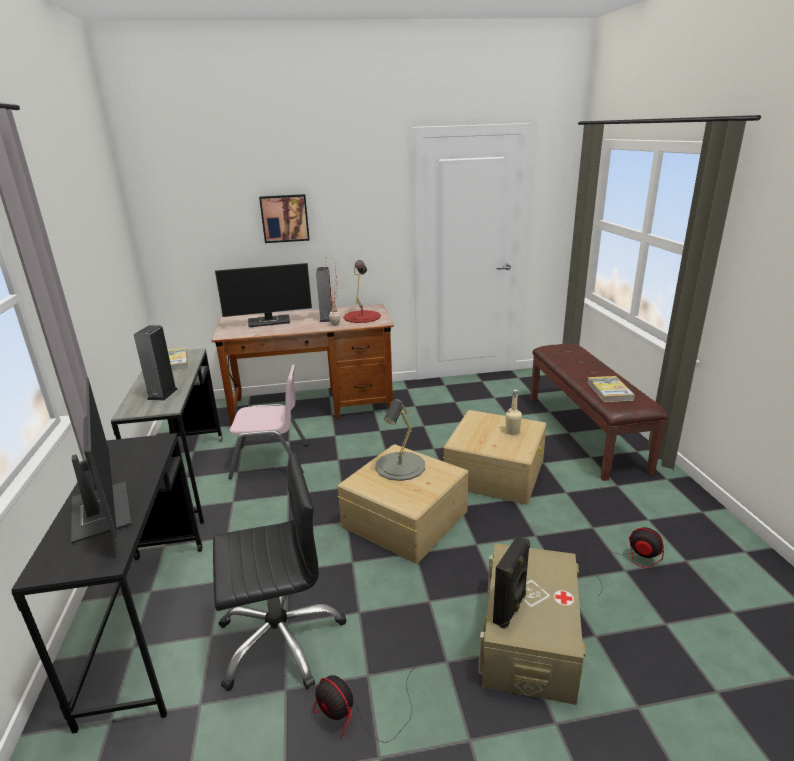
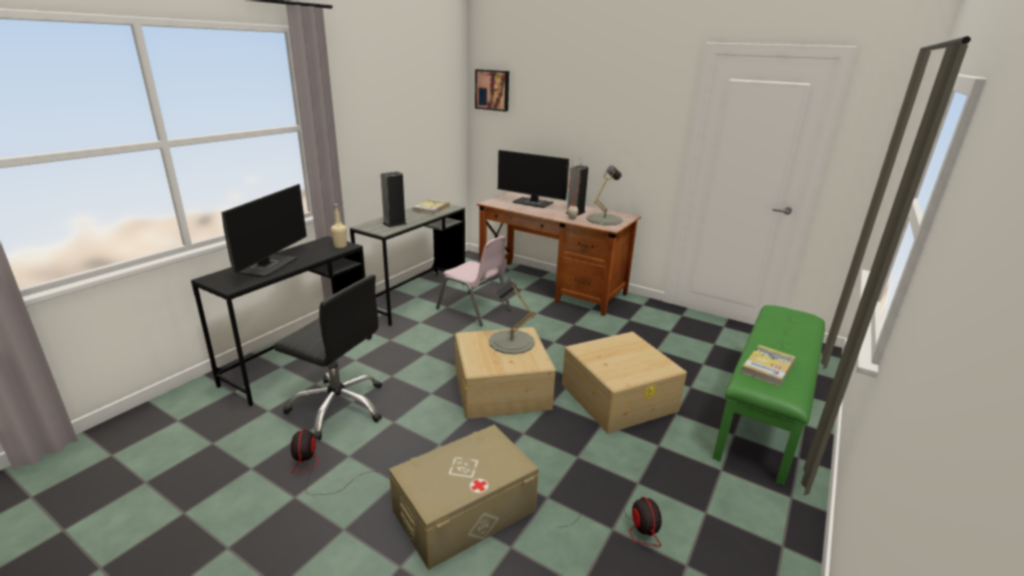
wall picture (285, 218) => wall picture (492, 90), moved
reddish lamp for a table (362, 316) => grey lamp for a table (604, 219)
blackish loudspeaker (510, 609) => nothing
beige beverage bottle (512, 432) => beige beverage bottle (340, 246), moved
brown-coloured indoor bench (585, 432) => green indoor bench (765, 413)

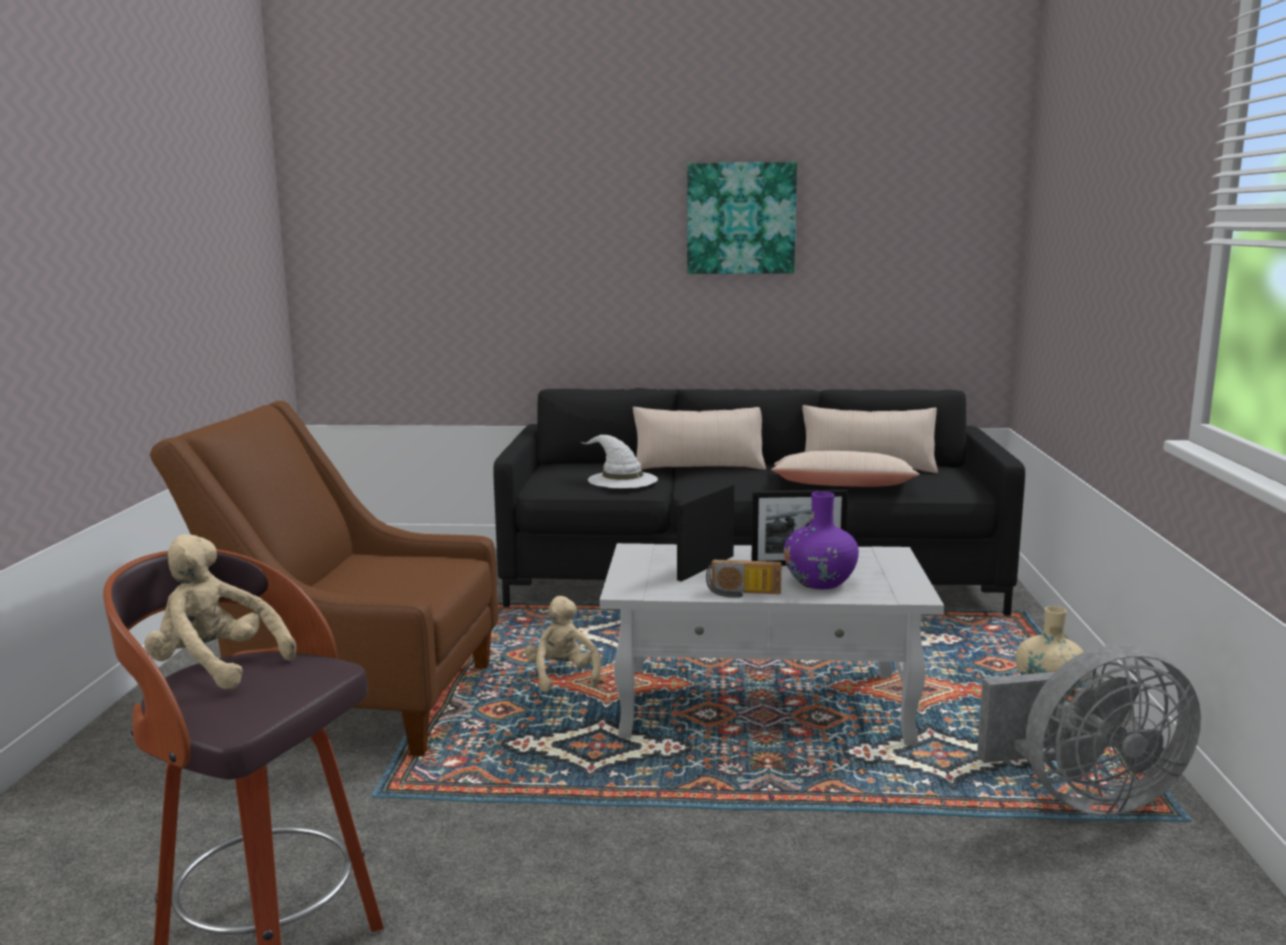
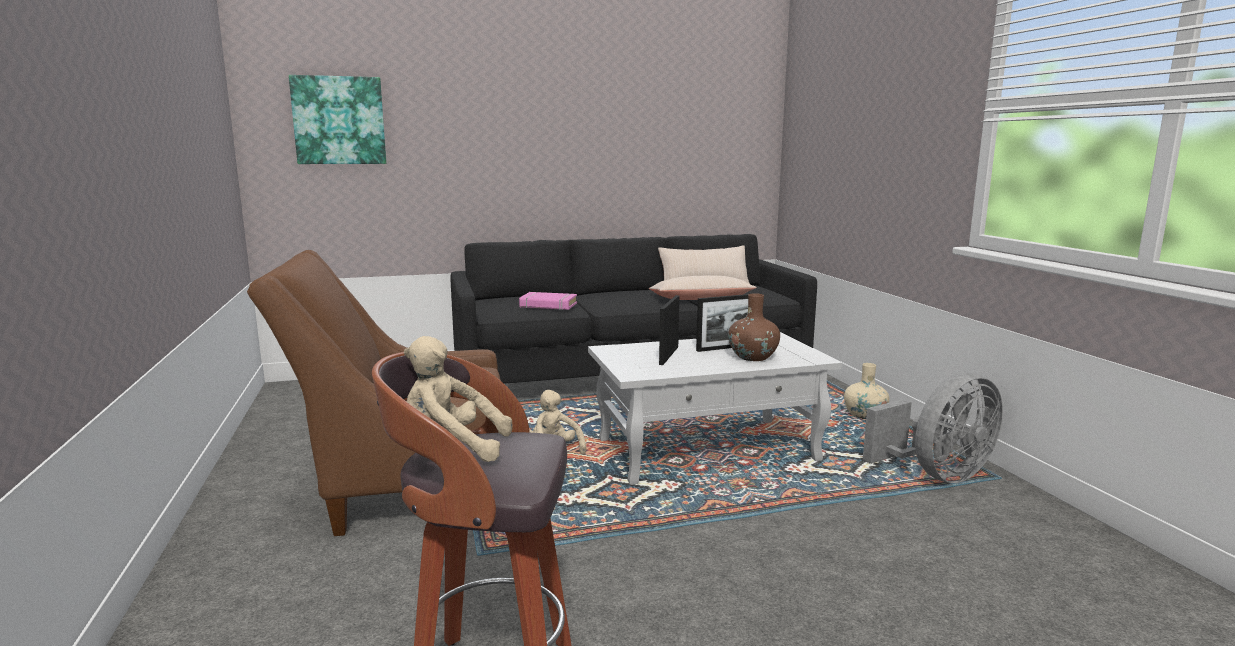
whitish wearable hat (621, 479) => pinkish volume (548, 305)
beige throw pillow (698, 467) => nothing
wall picture (741, 218) => wall picture (339, 120), moved
radio receiver (743, 593) => nothing
purple-coloured vase (820, 582) => brown-coloured vase (753, 357)

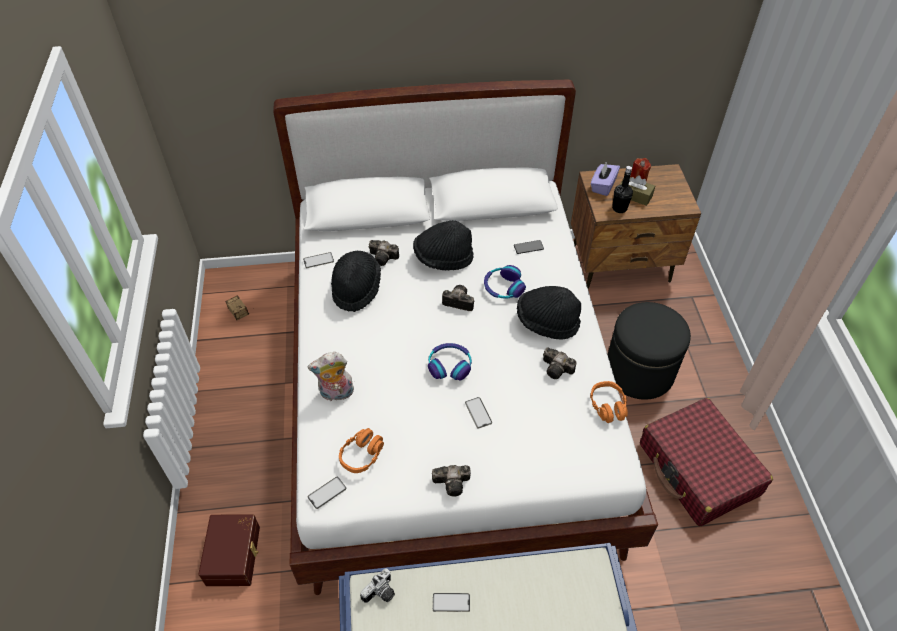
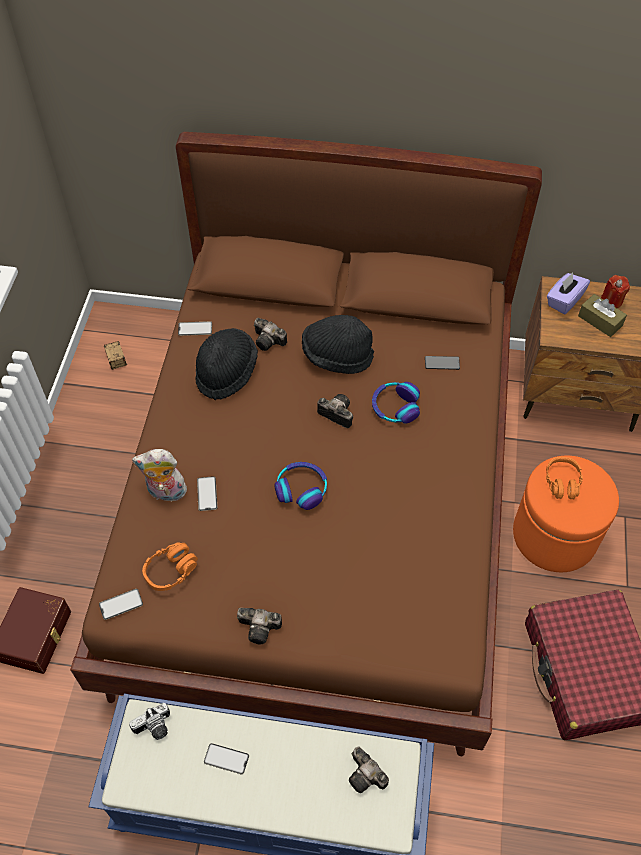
whitish bedroom bed (449, 393) => brown-coloured bedroom bed (321, 509)
handset (478, 412) => handset (207, 493), moved
blackish wearable hat (547, 322) => nothing
photo camera (558, 369) => photo camera (367, 776), moved
orange headset (608, 406) => orange headset (562, 482), moved
blackish ottoman (639, 371) => orange ottoman (554, 535)
blackish beverage bottle (619, 208) => nothing

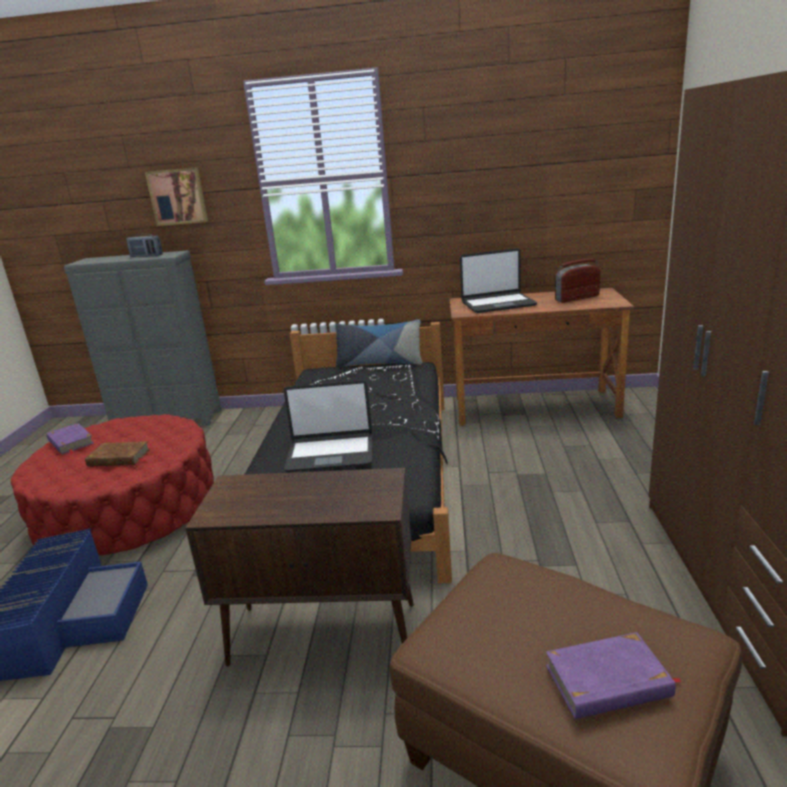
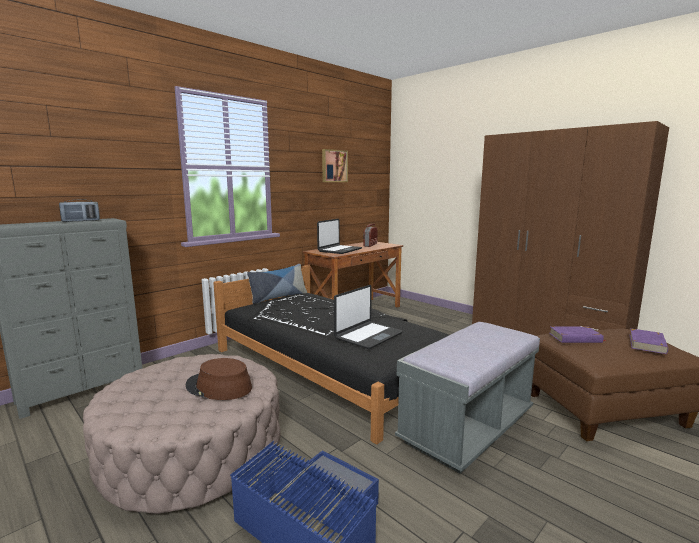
reddish ottoman (128, 509) => beige ottoman (192, 450)
purple-coloured volume (70, 442) => purple-coloured volume (575, 338), moved
brown-coloured volume (119, 458) => brown-coloured wearable hat (218, 387)
wall picture (178, 196) => wall picture (334, 166), moved
brown-coloured cupboard (326, 634) => grey indoor bench (467, 428)

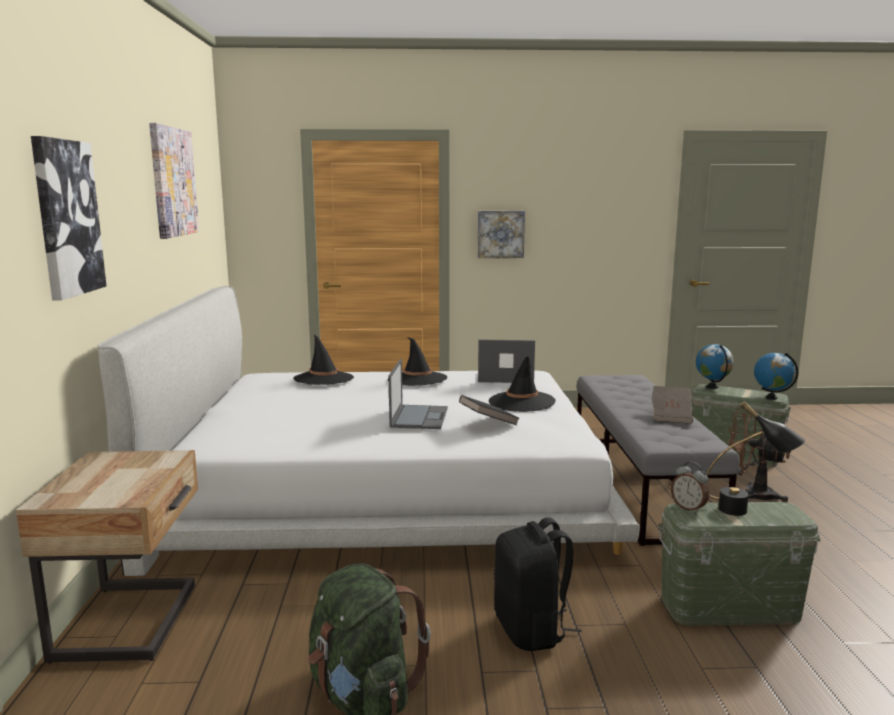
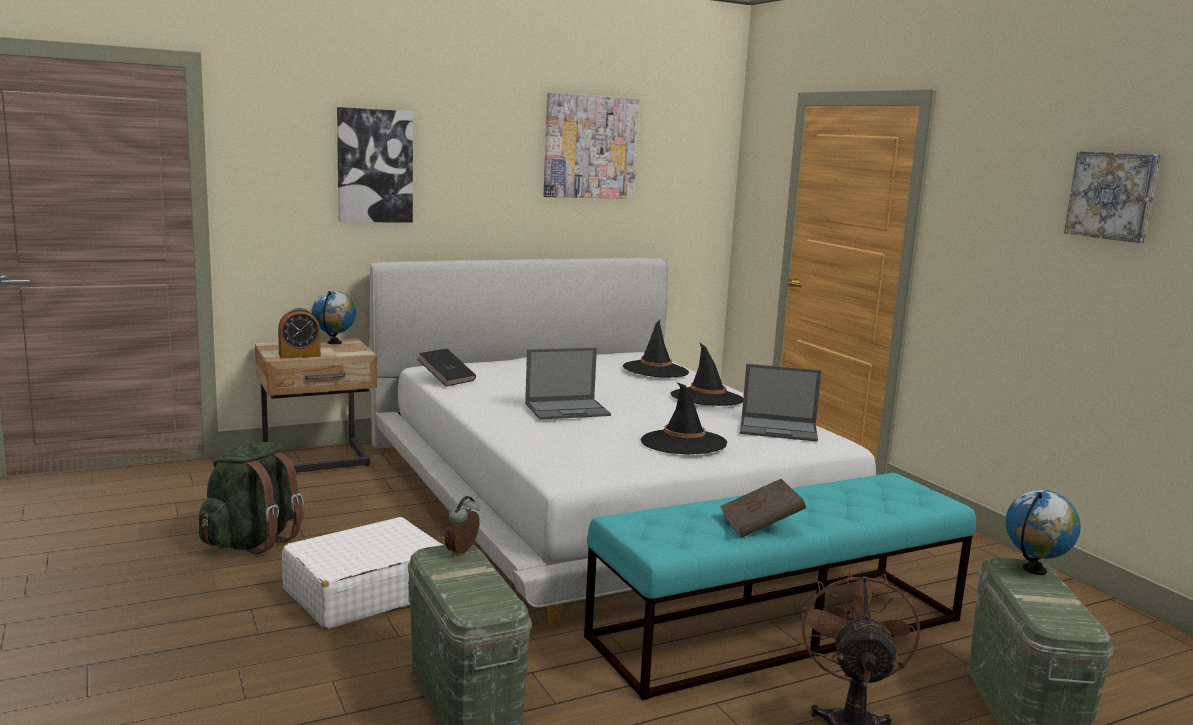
blackish volume (488, 423) => blackish volume (446, 379), moved
wall picture (500, 234) => wall picture (1113, 195), moved
portable computer (505, 377) => portable computer (779, 429), 120 degrees clockwise
blackish knapsack (531, 630) => whitish piece of luggage (365, 591)
grey indoor bench (639, 484) => blue-green indoor bench (779, 628)
blackish lamp for a table (747, 512) => nothing
desk globe (771, 398) => desk globe (334, 343), moved
nothing => alarm clock (299, 355)

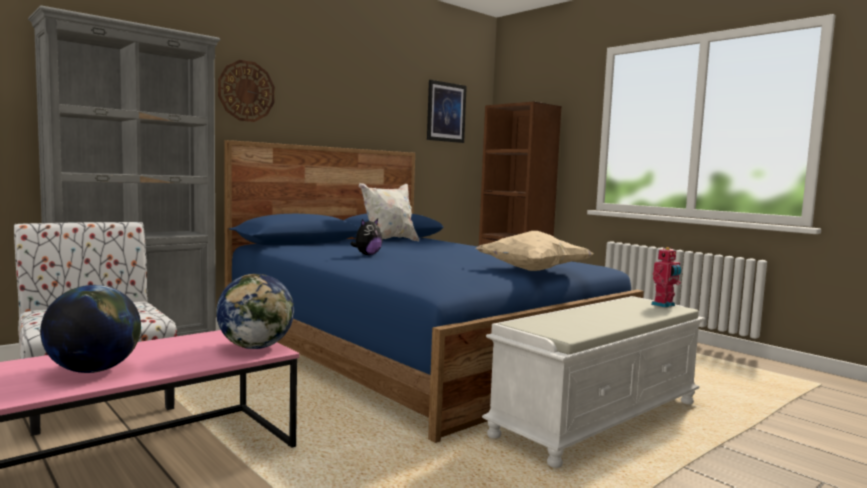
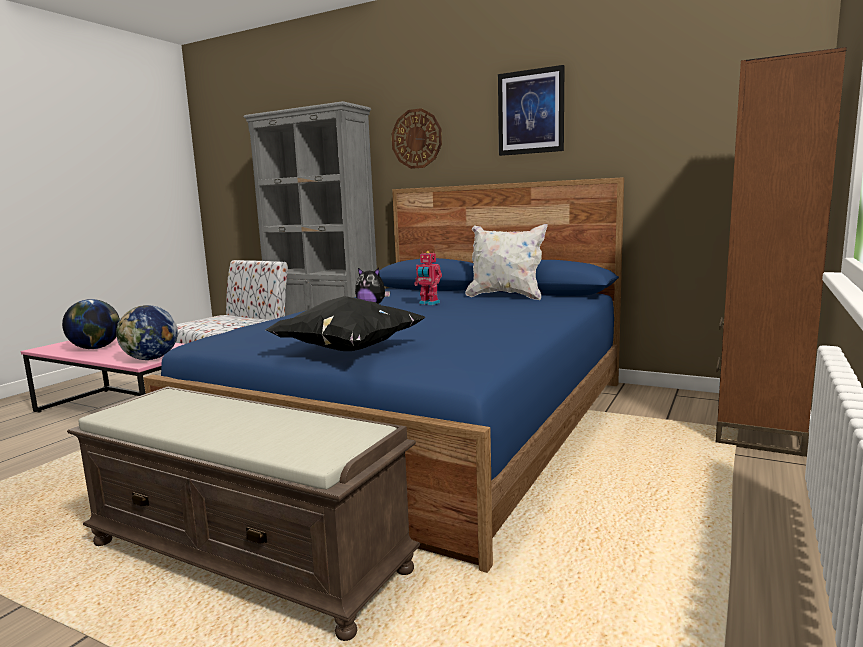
wall picture (446, 112) => wall picture (531, 112), moved
beige throw pillow (532, 270) => blackish throw pillow (347, 350)
whitish indoor bench (597, 418) => brown-coloured indoor bench (249, 556)
model robot (664, 305) => model robot (428, 303), moved

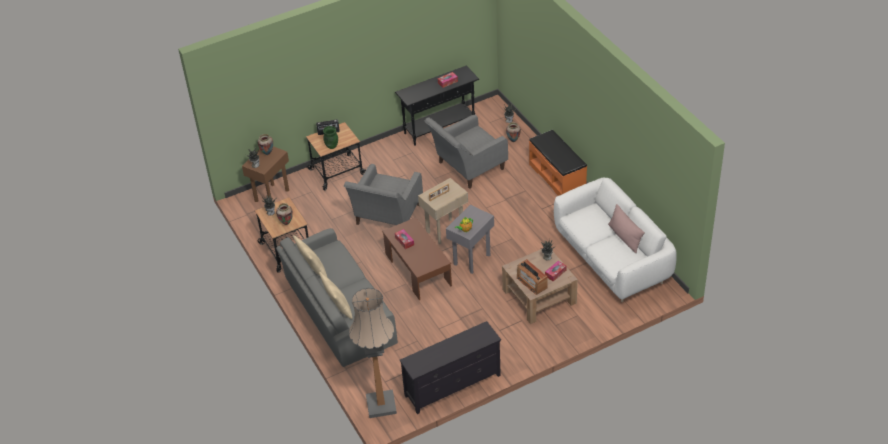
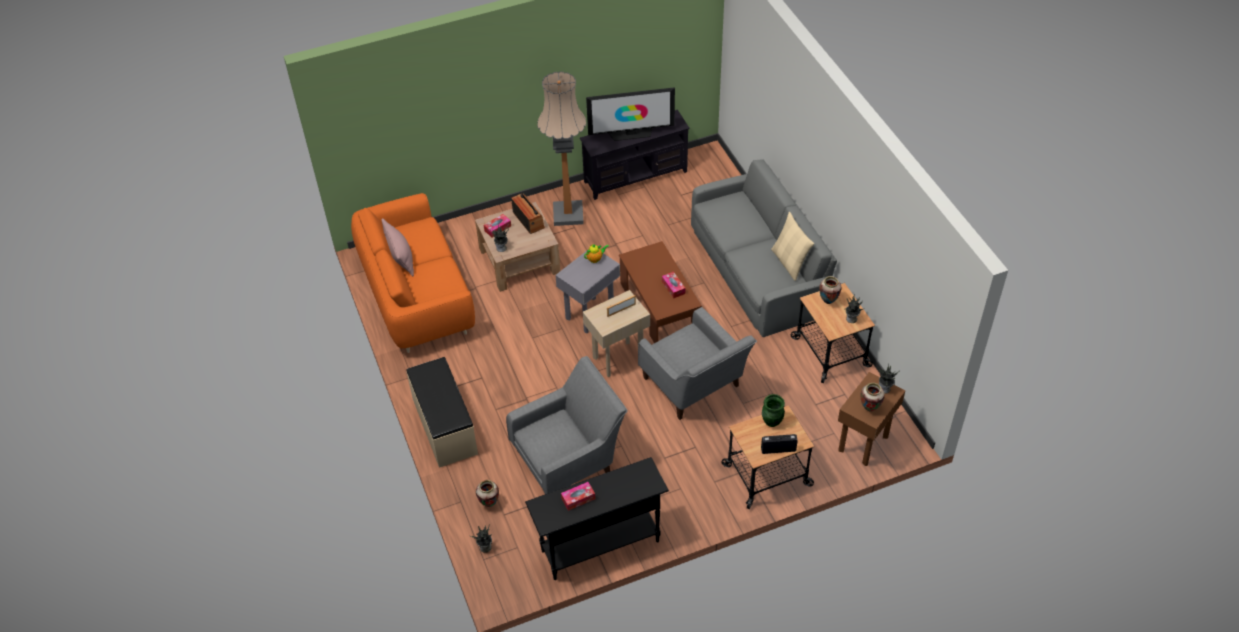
beige throw pillow (338, 308) => nothing
grey easy chair (387, 218) => grey easy chair (694, 387), 120 degrees clockwise
standing lamp (381, 405) => standing lamp (568, 214), moved
orange indoor bench (557, 177) => beige indoor bench (444, 426)
whitish couch (612, 259) => orange couch (417, 296)
nothing => TV (631, 133)

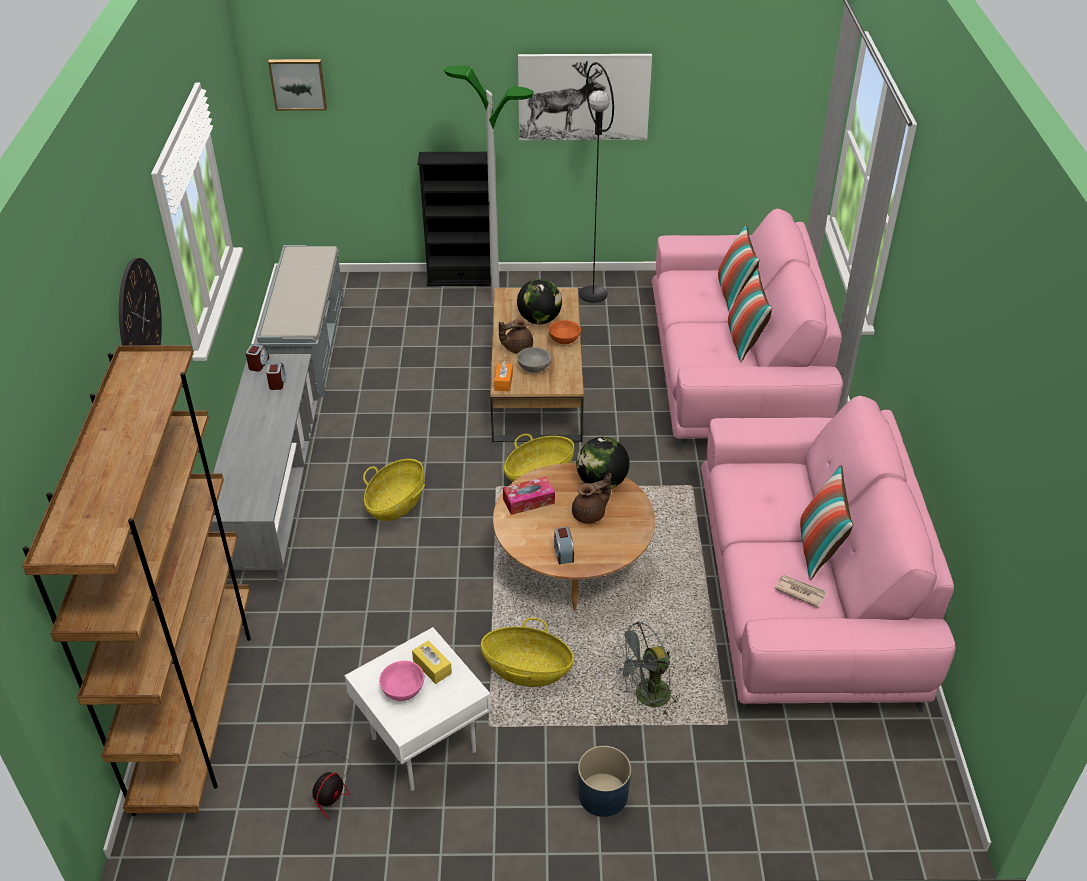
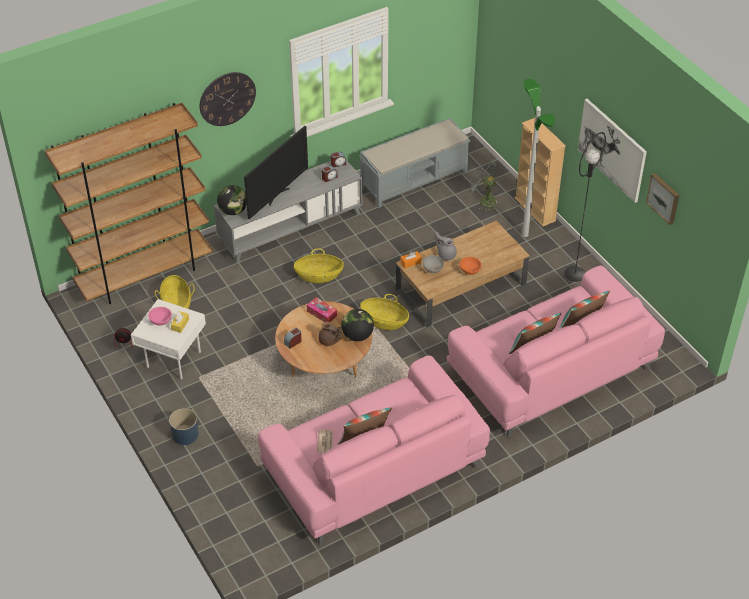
wall picture (298, 83) => wall picture (664, 198), moved
blackish shelving unit (461, 279) => beige shelving unit (535, 209)
household basket (526, 669) => household basket (176, 303), moved
brown-coloured teapot (517, 348) => grey teapot (446, 254)
desk globe (539, 320) => desk globe (233, 211), moved
grey fan (646, 698) => grey fan (483, 200), moved
nothing => TV (277, 195)

